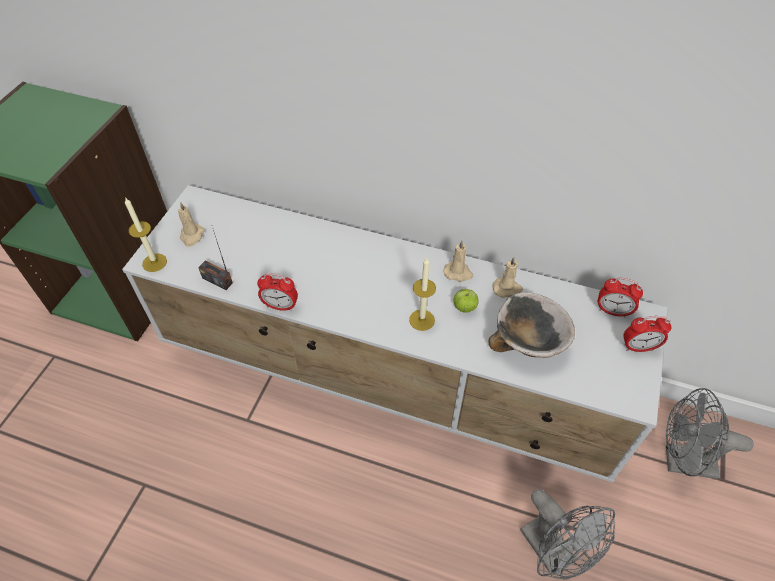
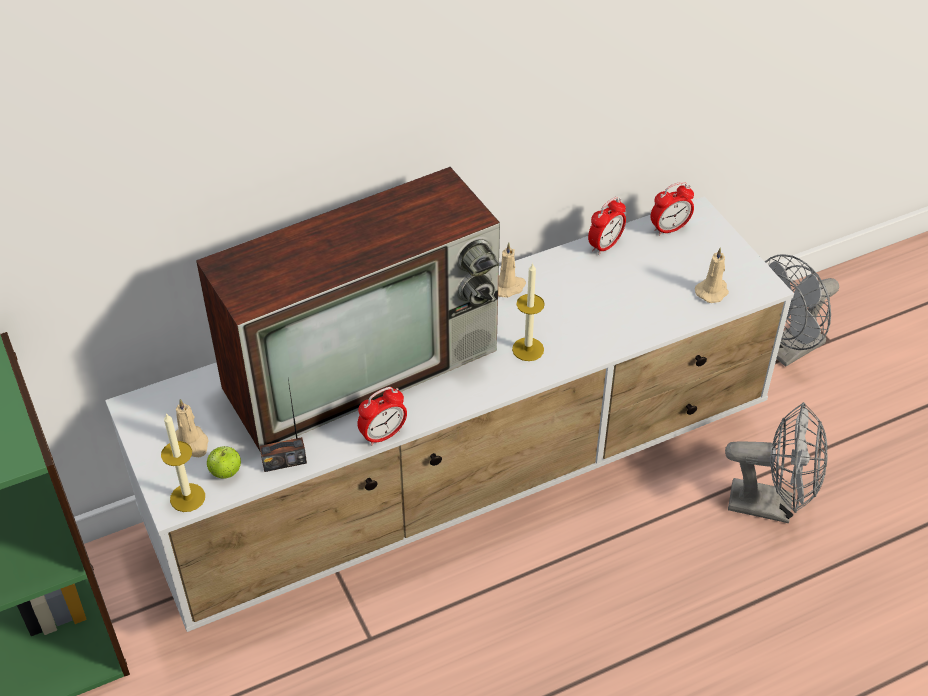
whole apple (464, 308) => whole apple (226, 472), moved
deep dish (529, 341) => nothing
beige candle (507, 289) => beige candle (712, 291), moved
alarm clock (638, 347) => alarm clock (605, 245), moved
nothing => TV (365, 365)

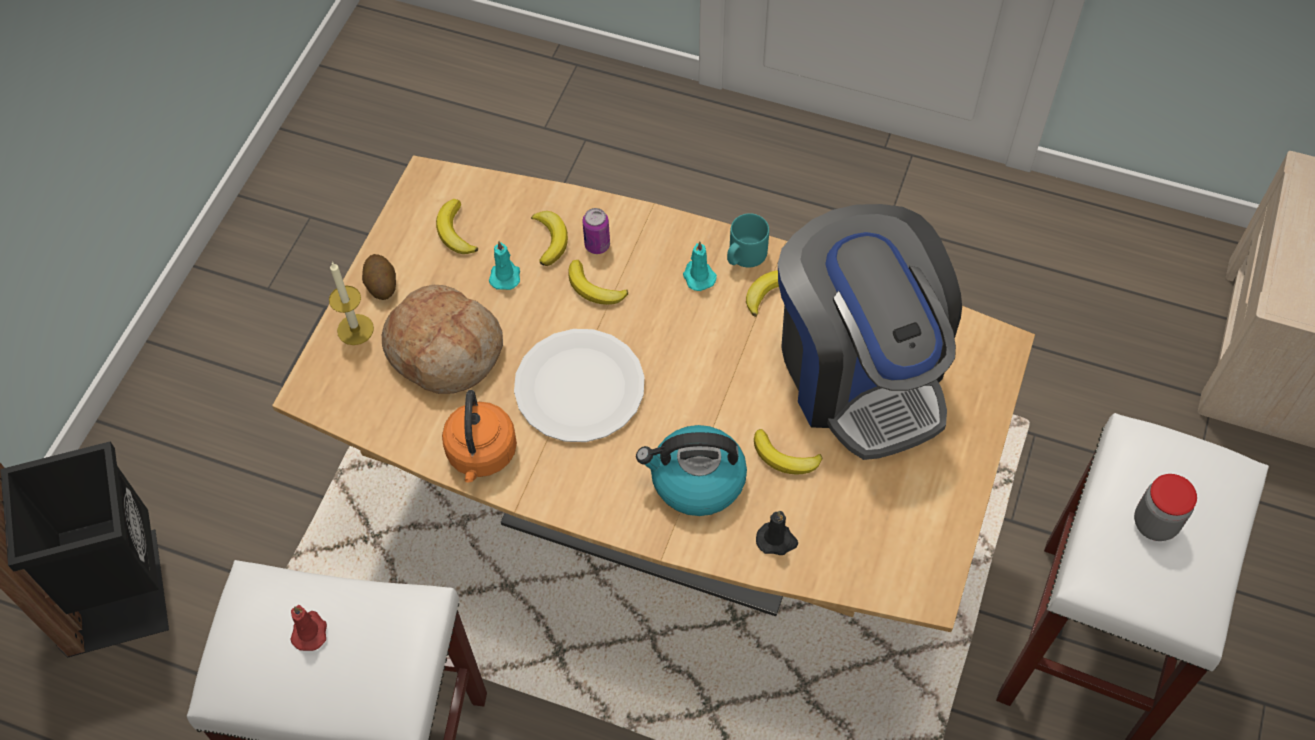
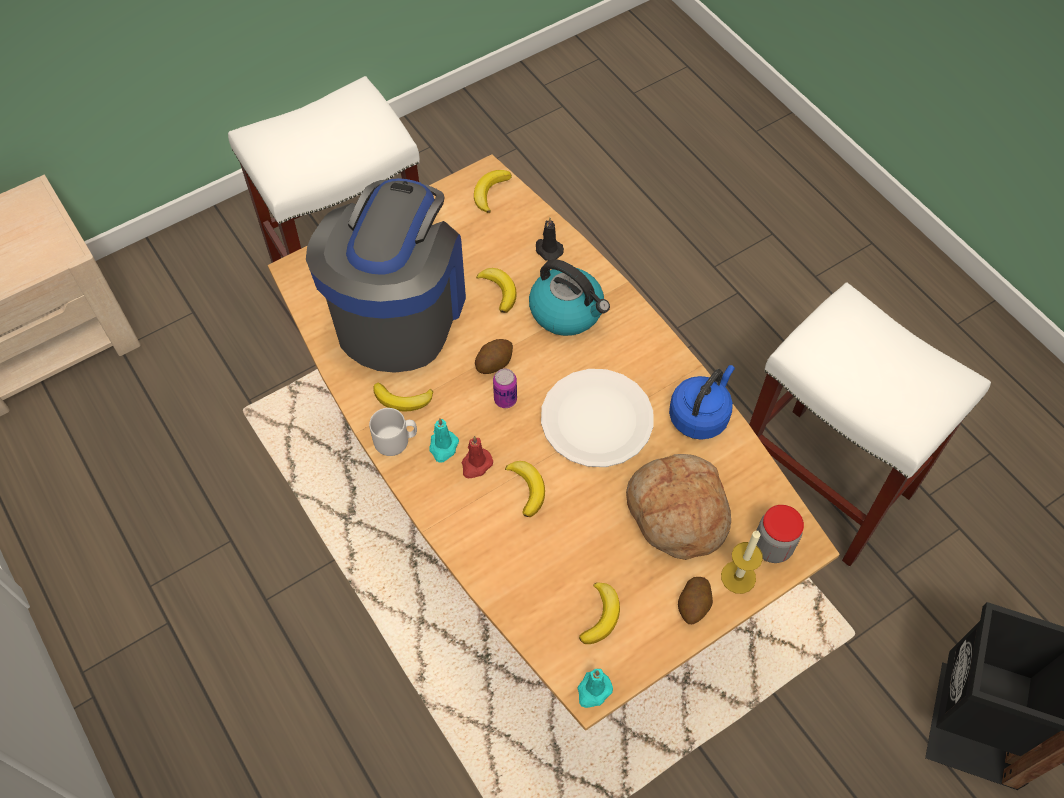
reddish candle (310, 631) => reddish candle (476, 464), moved
orange kettle (481, 455) => bluish kettle (700, 415)
blue-green candle (505, 275) => blue-green candle (593, 691), moved
whole banana (550, 239) => whole banana (490, 192), moved
can (597, 245) => can (505, 399), moved
blue-green tea mug (744, 256) => grey tea mug (396, 440)
jar (1155, 523) => jar (772, 547), moved
nothing => potato (494, 362)

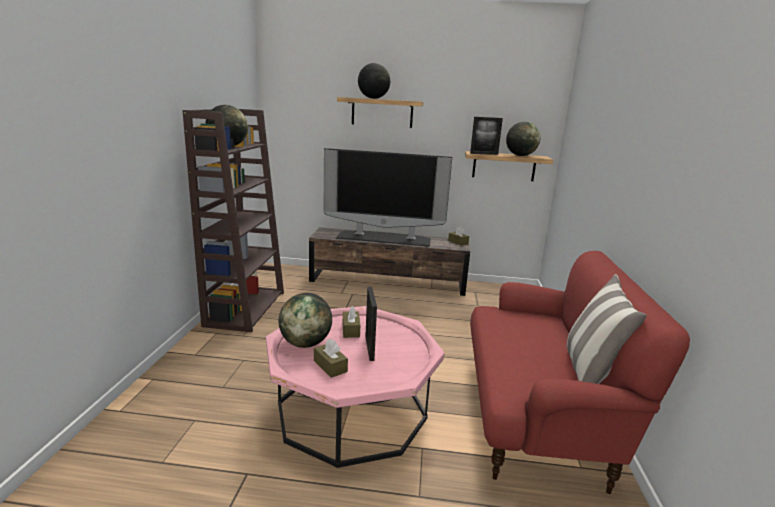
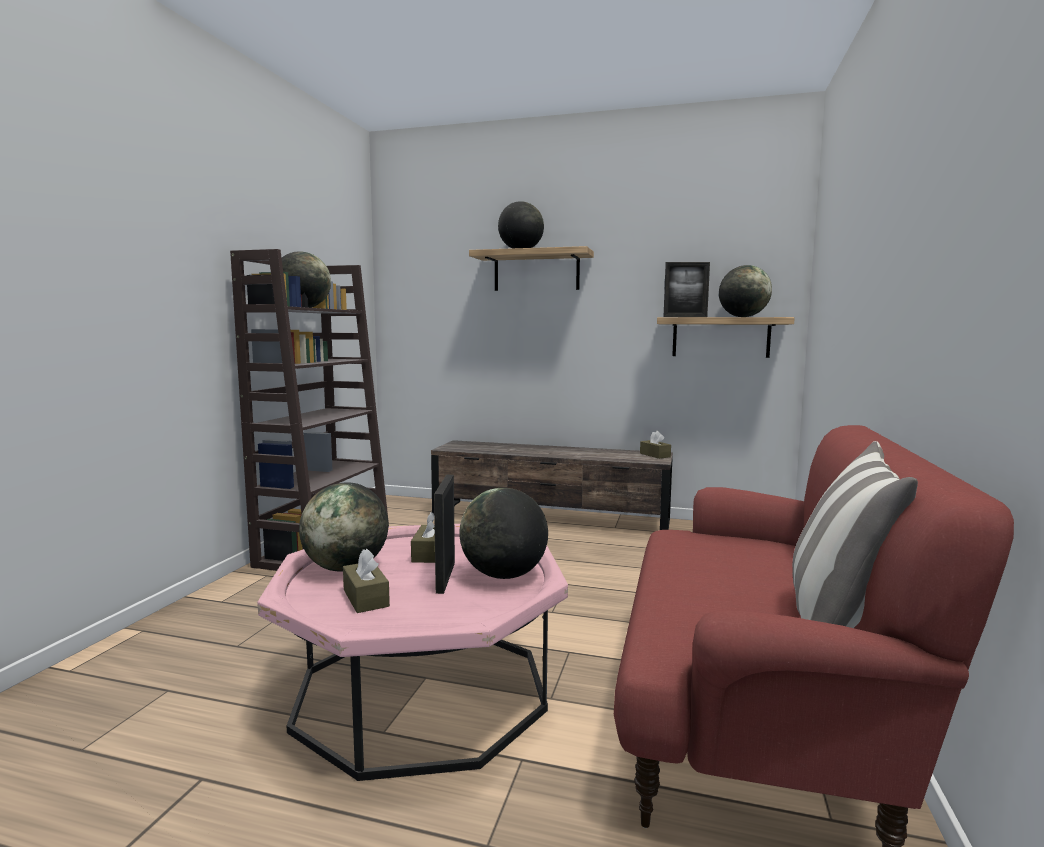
TV (384, 238) => nothing
nothing => desk globe (504, 575)

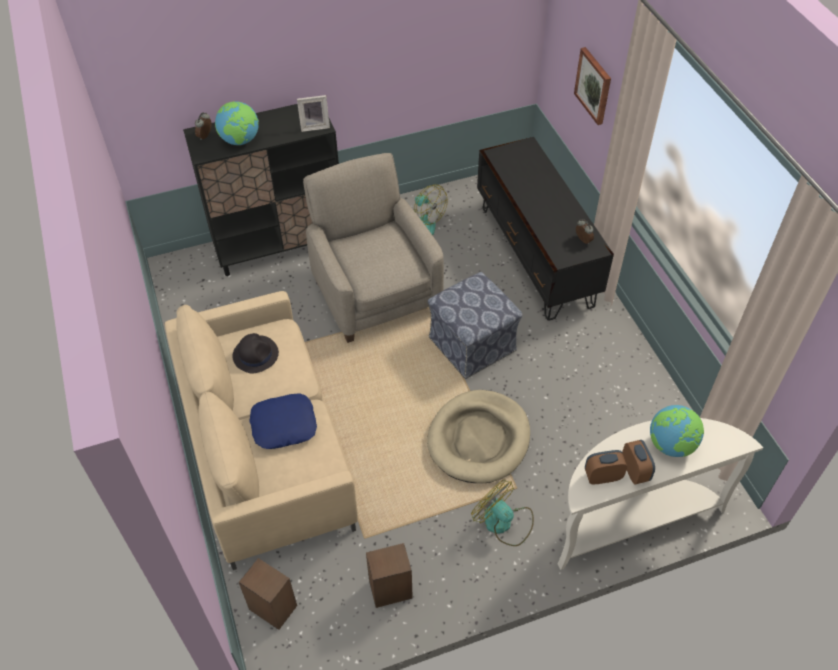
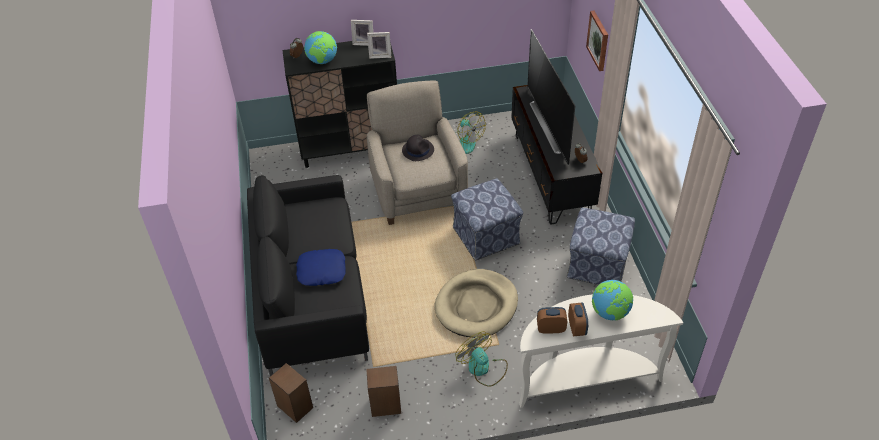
beige couch (267, 452) => blackish couch (312, 297)
blackish wearable hat (255, 354) => blackish wearable hat (418, 150), moved
nothing => photo frame (364, 42)
nothing => TV (551, 125)
nothing => ottoman (597, 265)

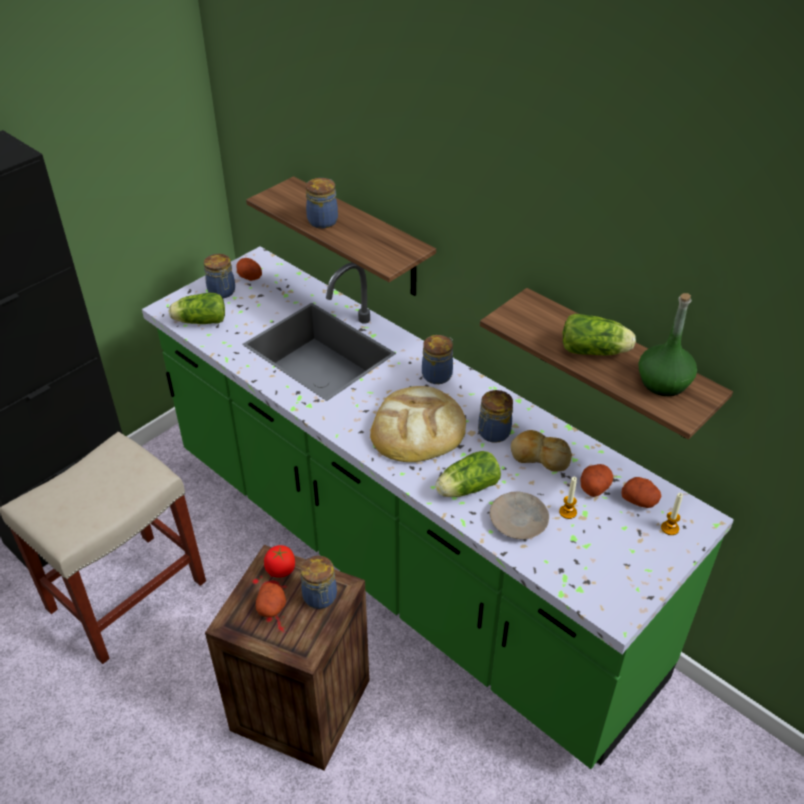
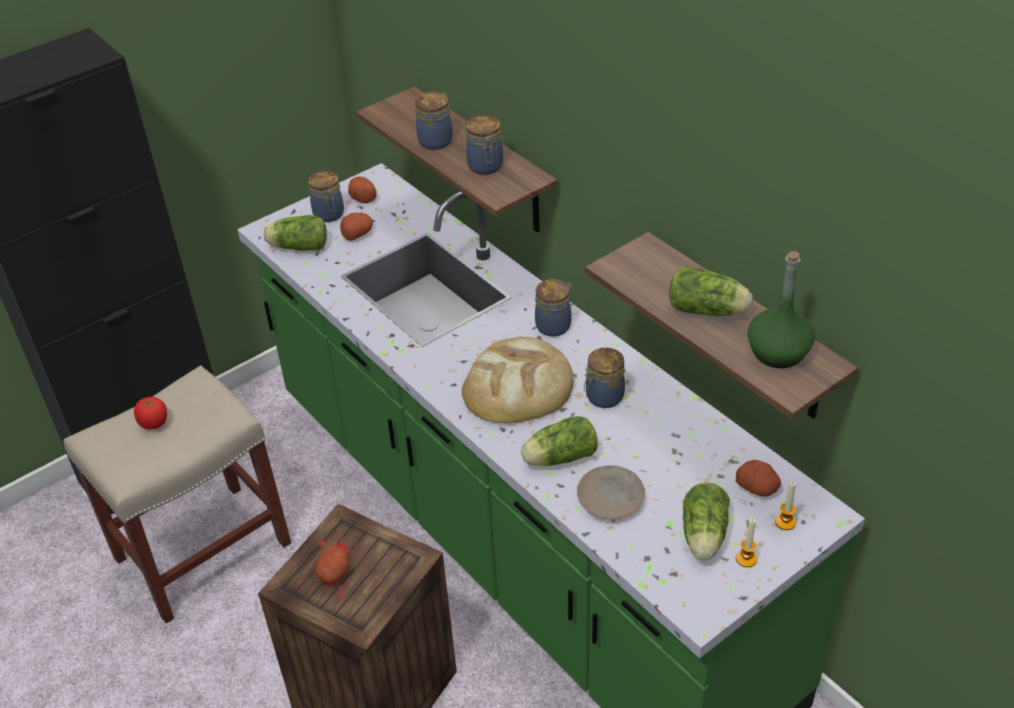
tomato (280, 571) => tomato (154, 424), moved
jar (320, 598) => jar (485, 167), moved
bread (540, 457) => nothing
candle (568, 512) => candle (746, 559), moved
potato (594, 486) => potato (357, 234), moved
nothing => lettuce head (703, 537)

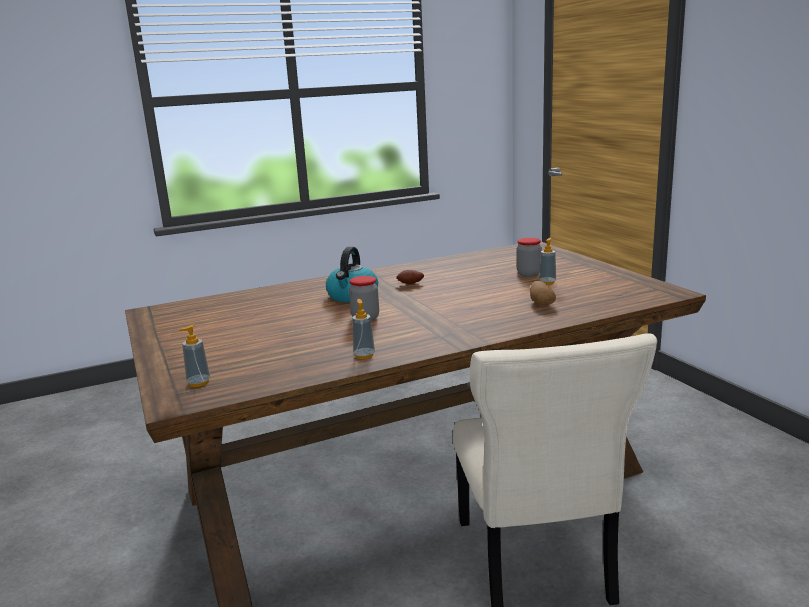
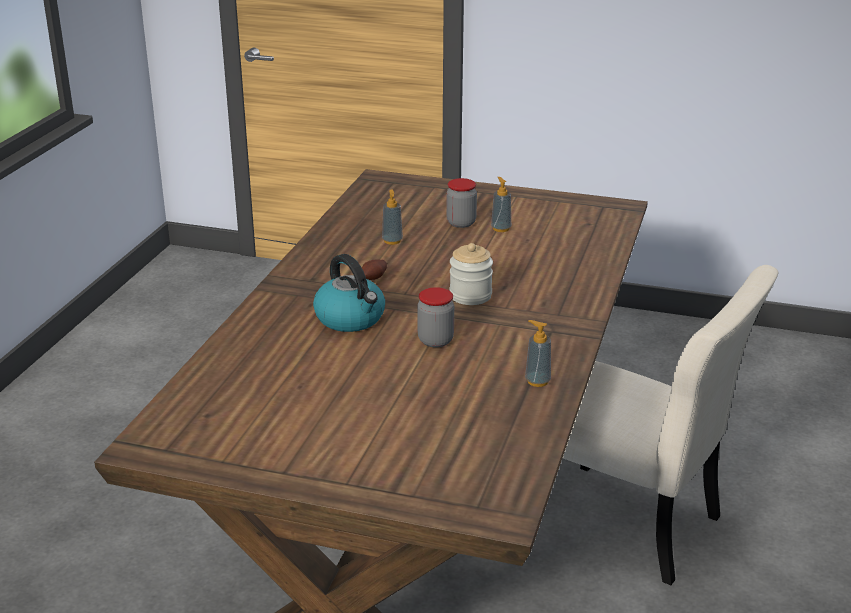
liquid soap bottle (198, 383) => liquid soap bottle (392, 241), moved
potato (541, 303) => nothing
nothing => jar (470, 296)

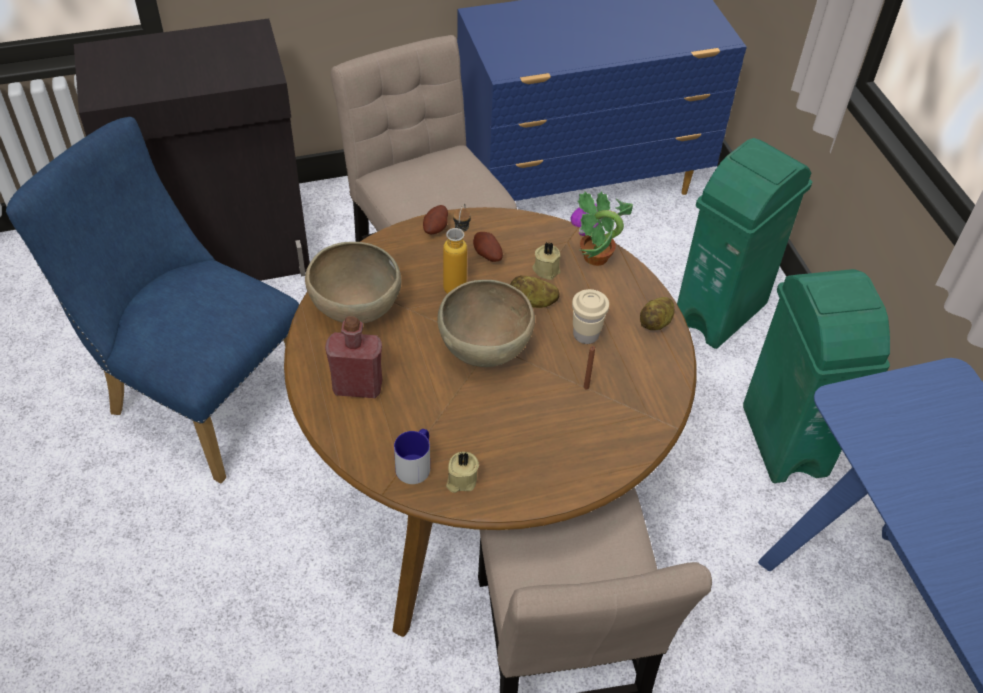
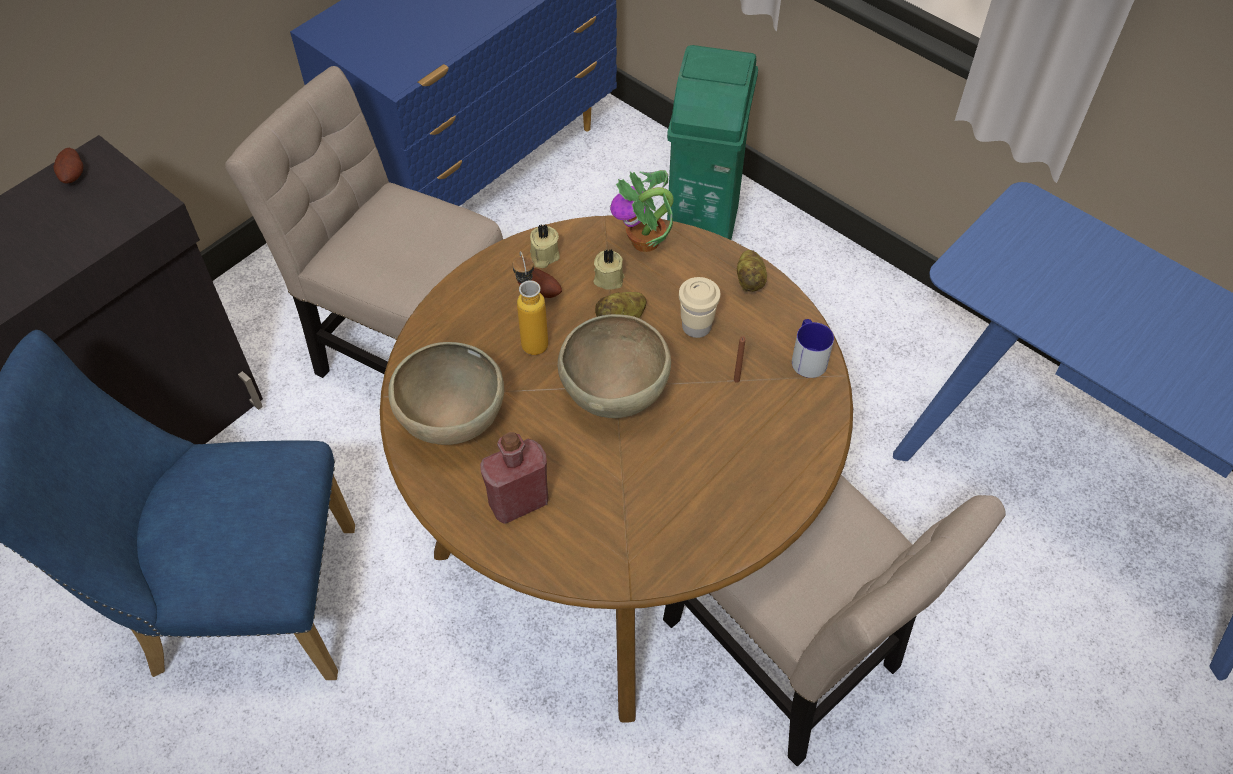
tea mug (416, 464) => tea mug (807, 357), moved
potato (436, 228) => potato (74, 175), moved
beige candle (461, 480) => beige candle (543, 256), moved
green waste bin (784, 439) => nothing

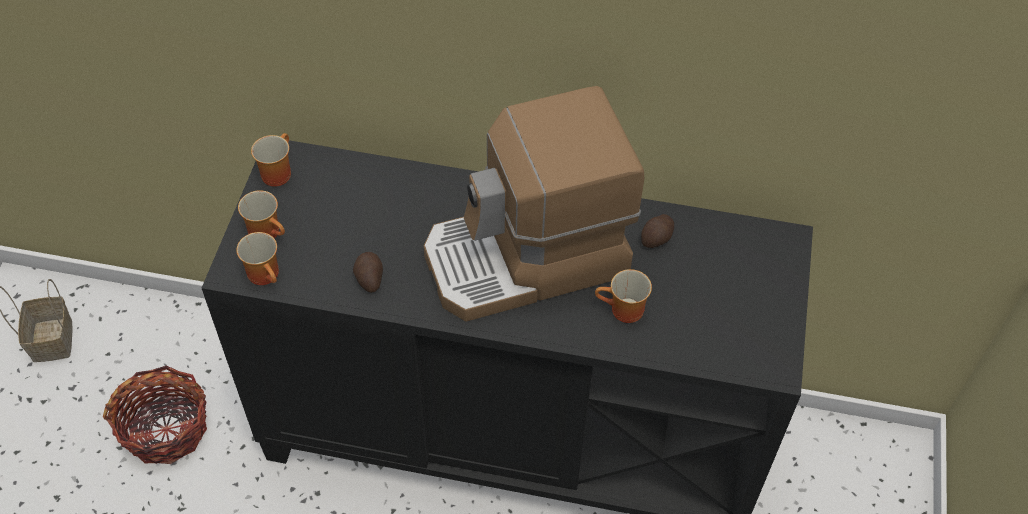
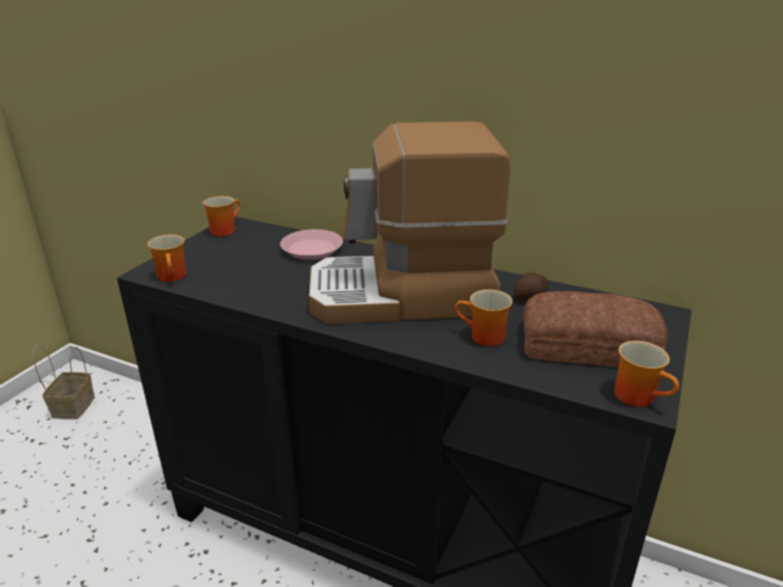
household basket (166, 428) => nothing
tea mug (268, 231) => tea mug (639, 396), moved
potato (369, 278) => nothing
nothing => pinkish plate (312, 249)
nothing => bread (590, 347)

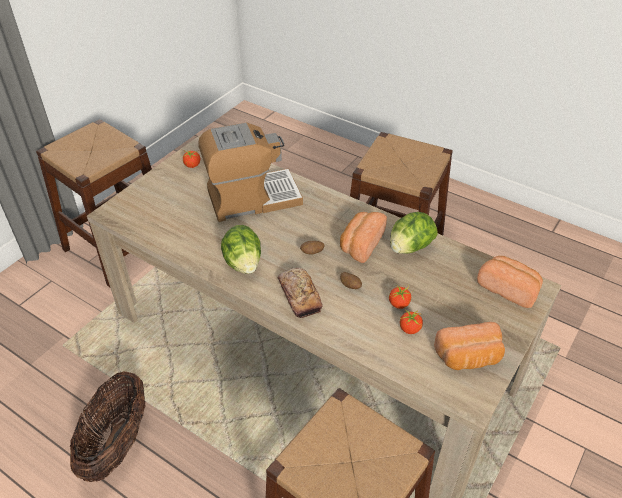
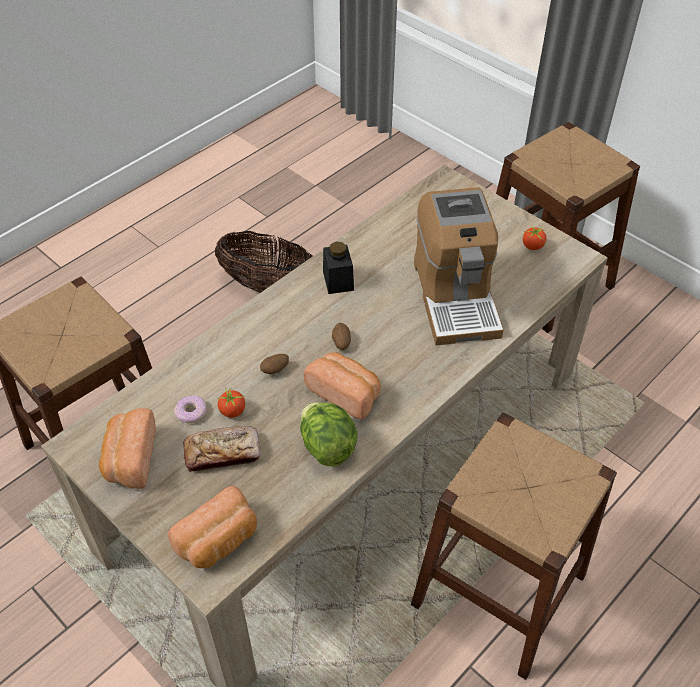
lettuce head (243, 263) => blackish jar (338, 280)
bread (299, 296) => bread (222, 453), moved
tomato (409, 329) => ring doughnut (191, 412)

